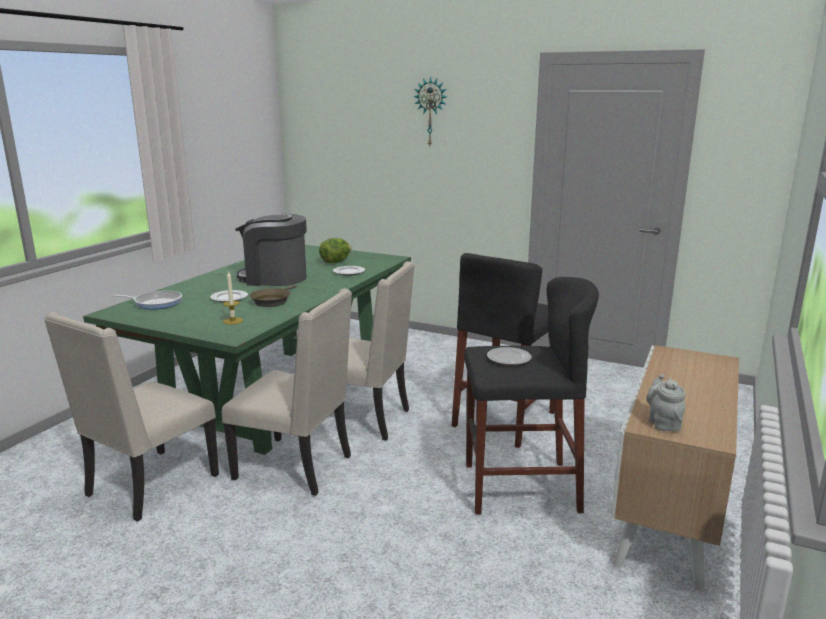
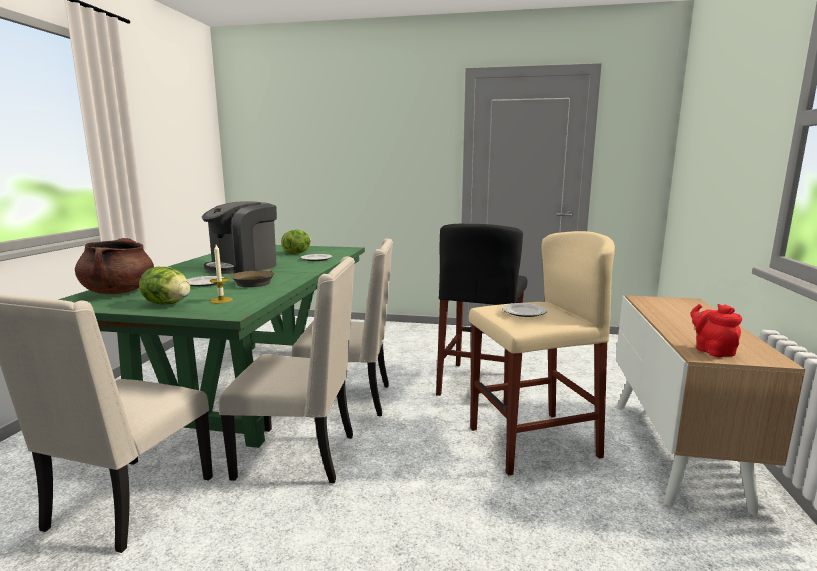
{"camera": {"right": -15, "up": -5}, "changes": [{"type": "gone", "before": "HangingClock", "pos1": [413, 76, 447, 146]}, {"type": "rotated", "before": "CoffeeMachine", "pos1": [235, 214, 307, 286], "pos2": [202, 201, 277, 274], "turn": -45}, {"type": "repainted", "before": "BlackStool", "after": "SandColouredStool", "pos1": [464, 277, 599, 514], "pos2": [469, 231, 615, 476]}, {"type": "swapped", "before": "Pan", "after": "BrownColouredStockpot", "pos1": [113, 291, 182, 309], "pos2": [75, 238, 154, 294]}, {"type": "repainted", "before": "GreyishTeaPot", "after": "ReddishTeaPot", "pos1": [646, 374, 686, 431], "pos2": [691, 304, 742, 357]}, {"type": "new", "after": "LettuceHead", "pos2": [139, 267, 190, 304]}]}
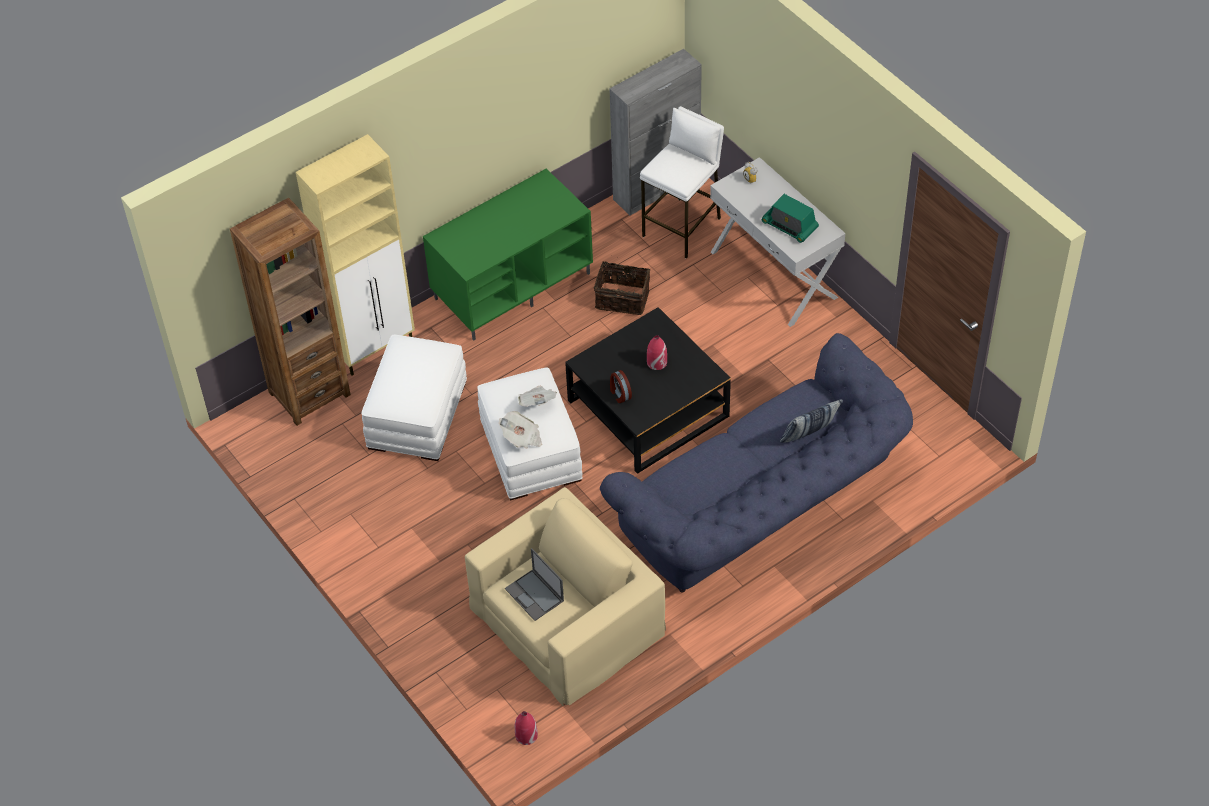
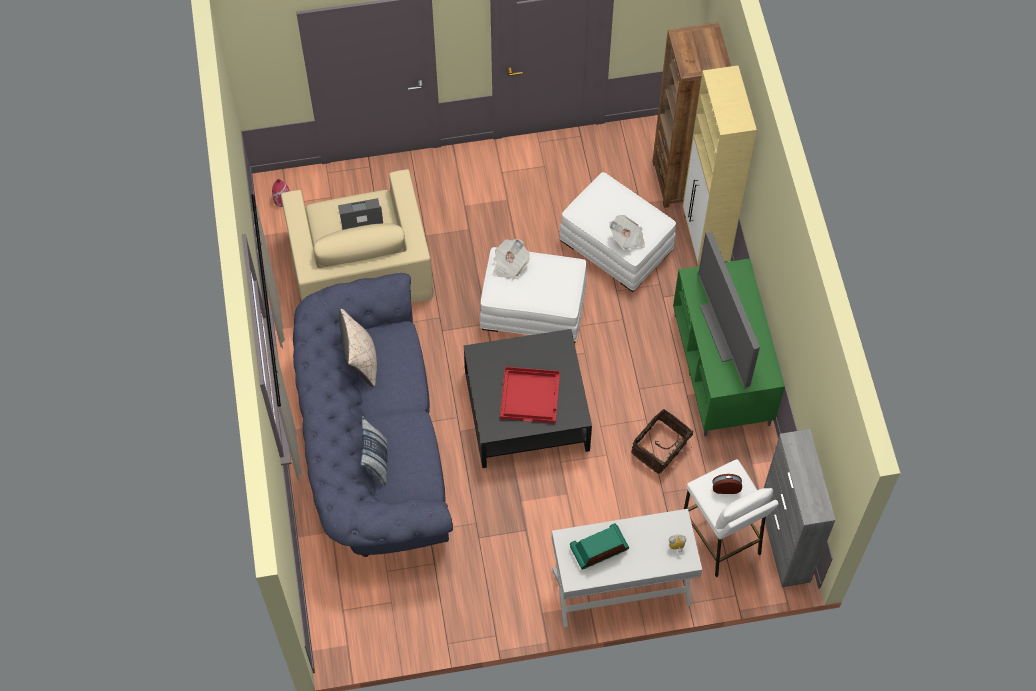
{"camera": {"right": 115, "up": 10}, "changes": [{"type": "swapped", "before": "ReddishVase", "after": "ReddishCarryingTray", "pos1": [647, 335, 667, 370], "pos2": [500, 367, 560, 423]}, {"type": "shifted", "before": "TableClock", "pos1": [610, 370, 632, 403], "pos2": [713, 474, 742, 494]}, {"type": "shifted", "before": "DailyPaper", "pos1": [518, 386, 557, 407], "pos2": [609, 215, 645, 249]}, {"type": "new", "after": "Tv", "pos2": [698, 232, 760, 389]}, {"type": "new", "after": "SandColouredThrowPillow", "pos2": [339, 309, 377, 387]}]}
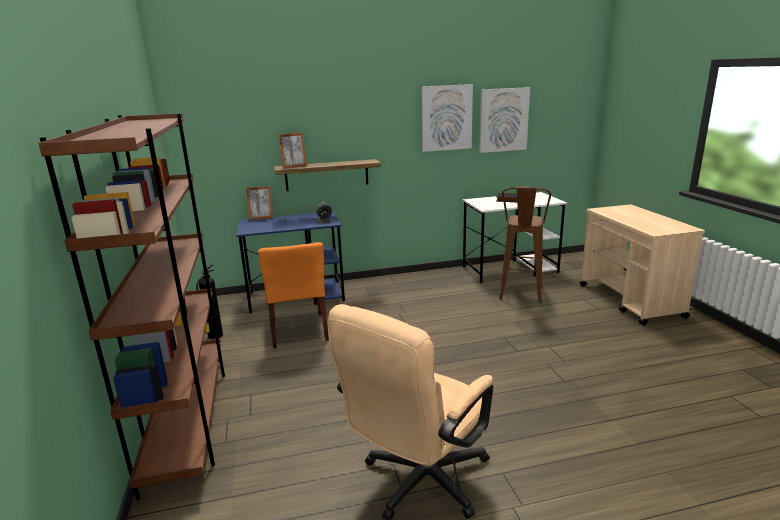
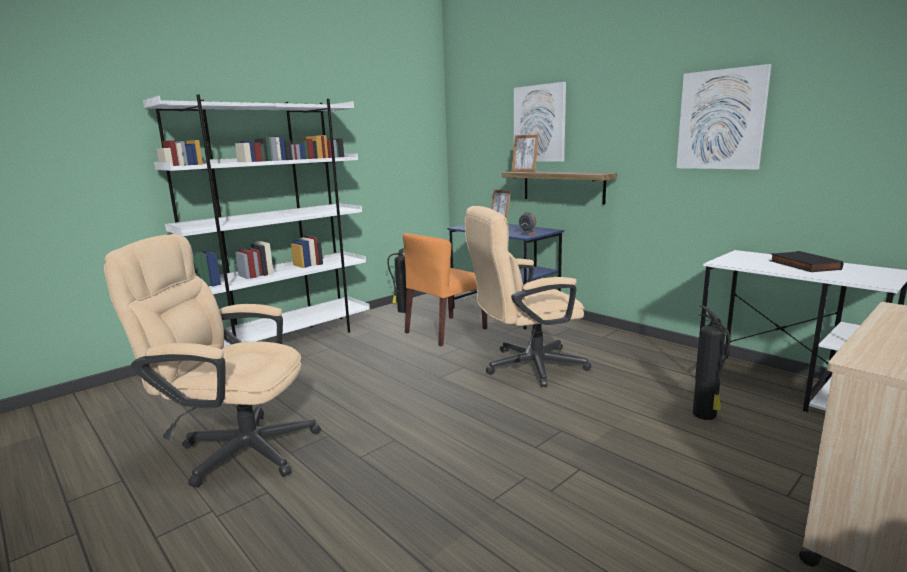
{"camera": {"right": 60, "up": -5}, "changes": [{"type": "shifted", "before": "WallPicture", "pos1": [479, 87, 530, 153], "pos2": [514, 82, 566, 162]}, {"type": "repainted", "before": "BrownColouredBookcase", "after": "WhiteBookcase", "pos1": [38, 113, 225, 500], "pos2": [143, 94, 370, 349]}, {"type": "swapped", "before": "BrownColouredStool", "after": "FireFightingCylinder", "pos1": [499, 187, 551, 303], "pos2": [693, 306, 730, 420]}, {"type": "new", "after": "SandColouredOfficeChair", "pos2": [465, 206, 591, 387]}]}
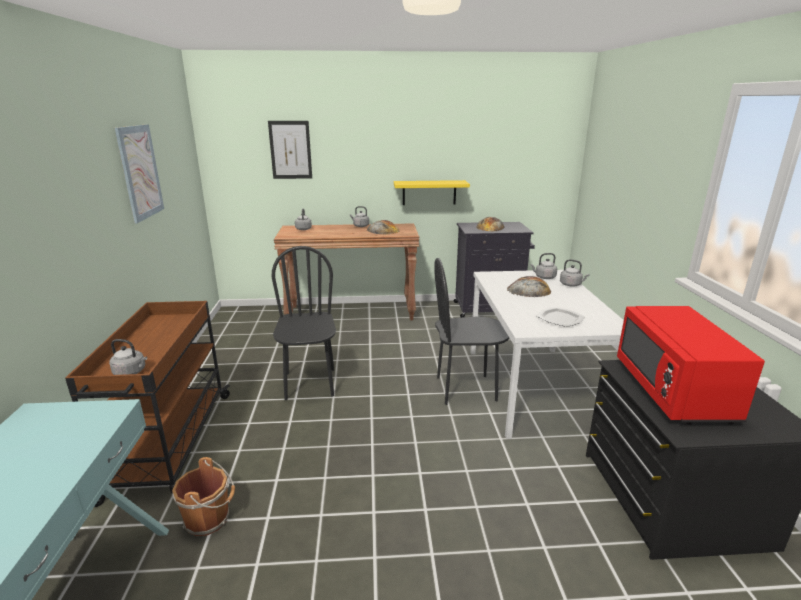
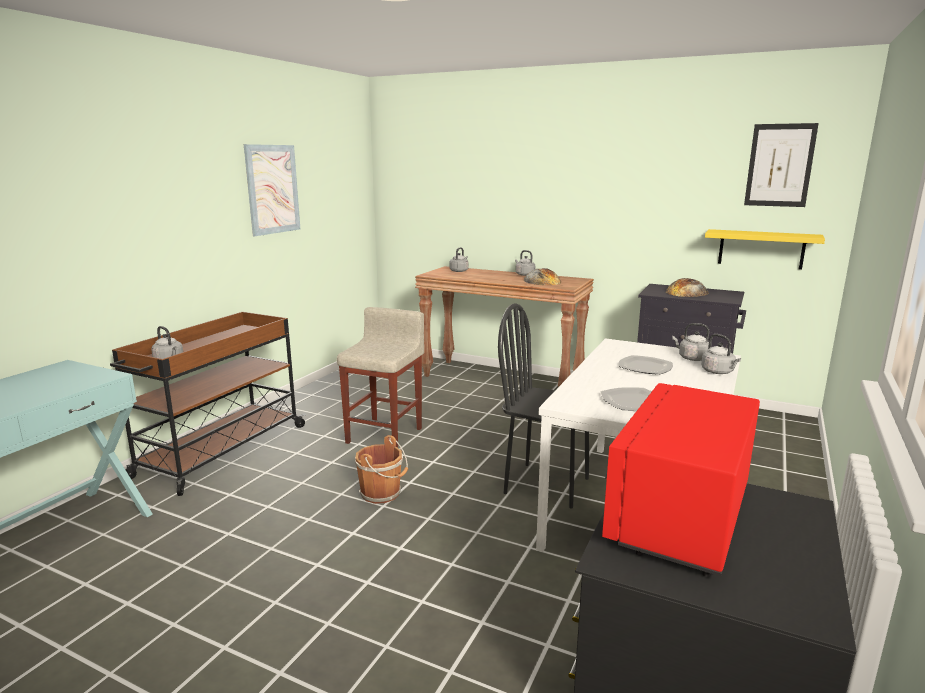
{"camera": {"right": 30, "up": -5}, "changes": [{"type": "shifted", "before": "WallPicture", "pos1": [268, 121, 312, 179], "pos2": [744, 123, 819, 207]}, {"type": "shifted", "before": "YellowWallShelf", "pos1": [394, 180, 470, 205], "pos2": [705, 229, 825, 269]}, {"type": "swapped", "before": "BlackUprightChair", "after": "SandColouredStool", "pos1": [272, 246, 336, 400], "pos2": [337, 307, 424, 448]}, {"type": "swapped", "before": "BakedBread", "after": "DinnerPlate", "pos1": [507, 276, 551, 297], "pos2": [618, 355, 673, 374]}, {"type": "shifted", "before": "BrownColouredWaterBucket", "pos1": [172, 457, 235, 536], "pos2": [355, 435, 408, 504]}]}
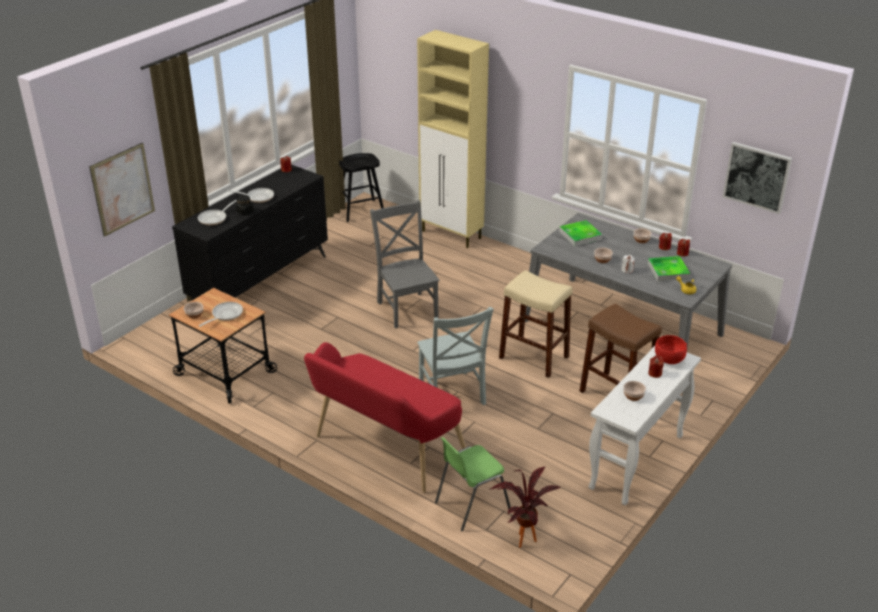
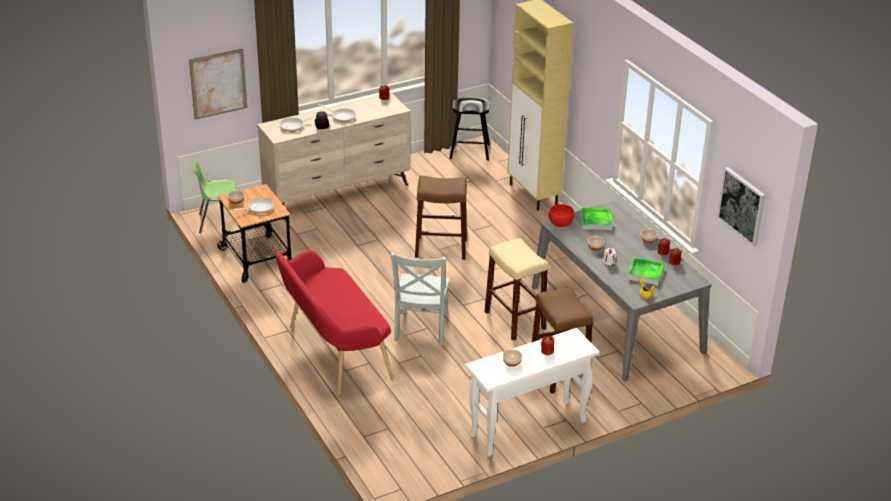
{"camera": {"right": 25, "up": 0}, "changes": [{"type": "repainted", "before": "BlackChestOfDrawers", "after": "SandColouredChestOfDrawers", "pos1": [172, 164, 328, 301], "pos2": [257, 93, 411, 206]}, {"type": "swapped", "before": "GreyishUprightChair", "after": "BrownColouredStool", "pos1": [370, 200, 440, 329], "pos2": [415, 175, 467, 260]}, {"type": "shifted", "before": "ReddishServingBowl", "pos1": [655, 335, 687, 364], "pos2": [549, 204, 575, 227]}, {"type": "shifted", "before": "GreenColouredUprightChair", "pos1": [435, 437, 511, 531], "pos2": [194, 161, 236, 233]}, {"type": "gone", "before": "PottedPlant", "pos1": [490, 467, 561, 548]}]}
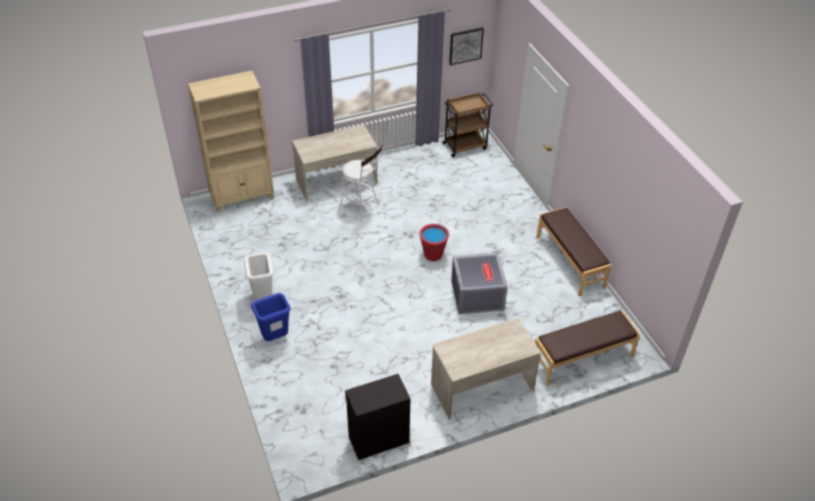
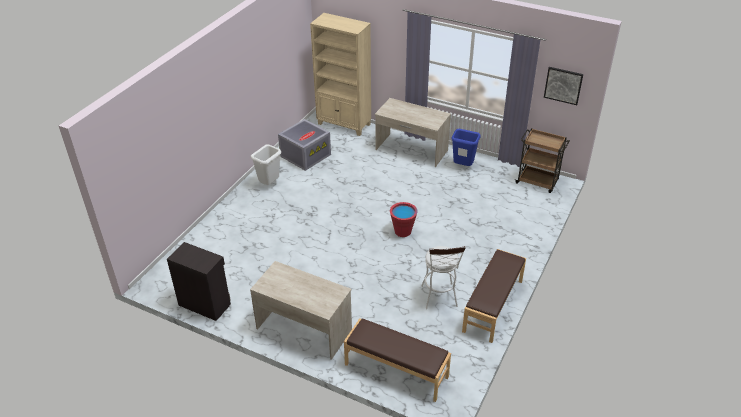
{"camera": {"right": 50, "up": -5}, "changes": [{"type": "shifted", "before": "WhiteStool", "pos1": [338, 145, 383, 222], "pos2": [421, 246, 466, 309]}, {"type": "shifted", "before": "GreyishStorageBin", "pos1": [451, 253, 508, 314], "pos2": [278, 119, 331, 171]}, {"type": "shifted", "before": "BlueWasteBin", "pos1": [251, 293, 290, 341], "pos2": [451, 129, 481, 166]}]}
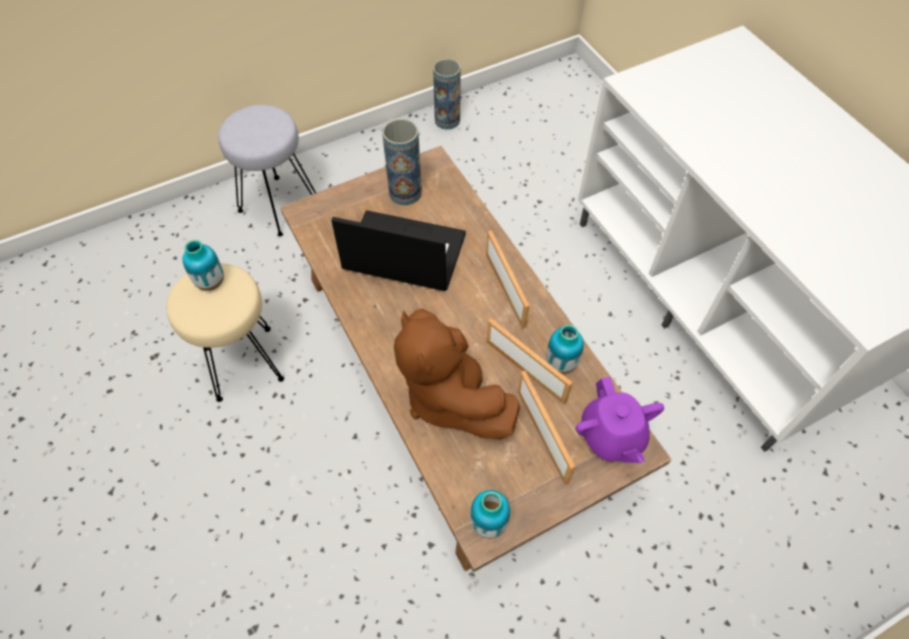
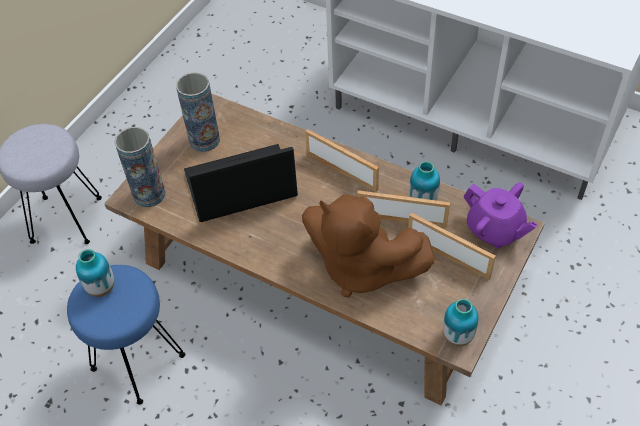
{"camera": {"right": -30, "up": -5}, "changes": [{"type": "shifted", "before": "Vase", "pos1": [433, 59, 461, 130], "pos2": [114, 127, 166, 207]}, {"type": "repainted", "before": "SandColouredStool", "after": "BlueStool", "pos1": [166, 263, 284, 402], "pos2": [67, 265, 185, 405]}]}
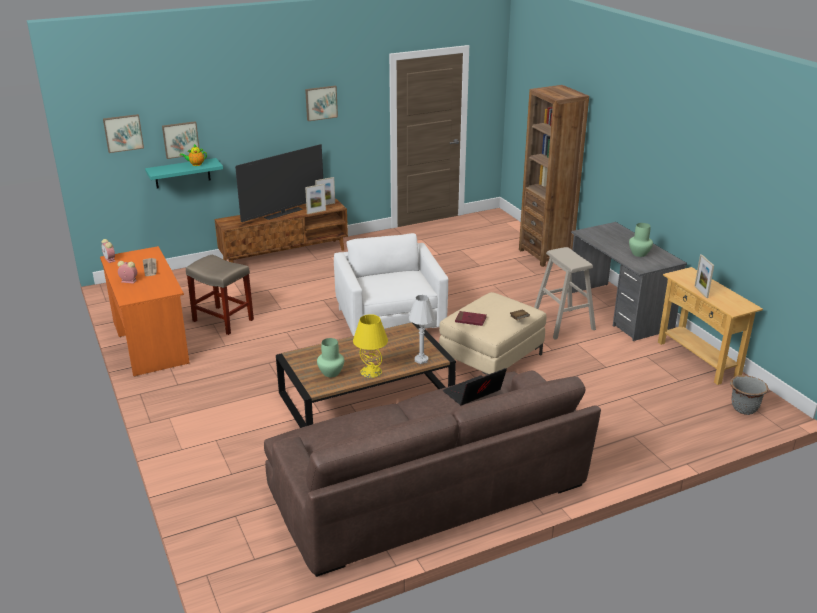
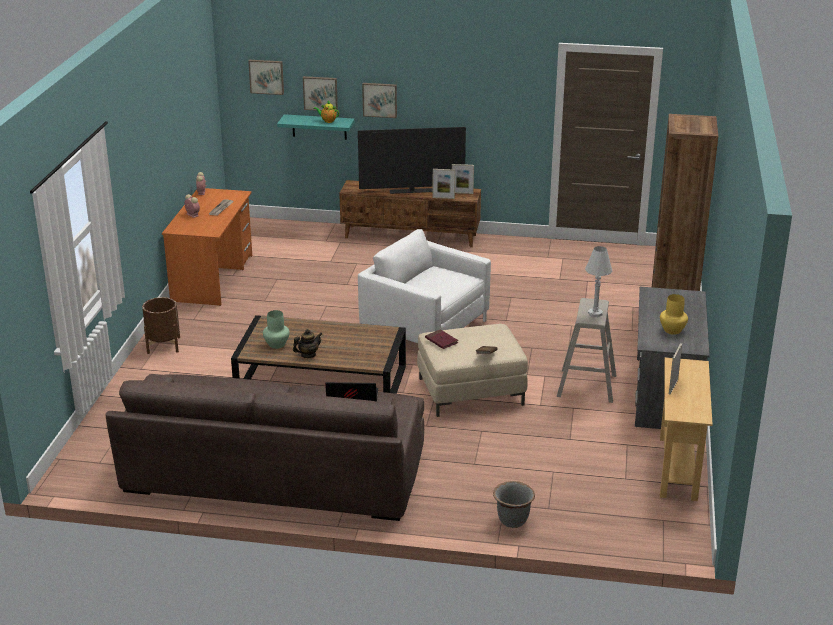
{"camera": {"right": 35, "up": 0}, "changes": [{"type": "shifted", "before": "WallPicture", "pos1": [305, 86, 338, 121], "pos2": [362, 83, 397, 118]}, {"type": "repainted", "before": "GreenColouredVase", "after": "YellowVase", "pos1": [629, 223, 653, 257], "pos2": [660, 294, 688, 335]}, {"type": "rotated", "before": "WhiteArmchair", "pos1": [334, 233, 448, 336], "pos2": [358, 229, 491, 343], "turn": -75}, {"type": "gone", "before": "SandColouredStool", "pos1": [186, 254, 254, 335]}, {"type": "shifted", "before": "WhiteTableLamp", "pos1": [409, 295, 435, 364], "pos2": [585, 246, 612, 317]}, {"type": "swapped", "before": "YellowTableLamp", "after": "TeaPot", "pos1": [353, 314, 388, 378], "pos2": [293, 329, 322, 358]}, {"type": "shifted", "before": "GreyishPlantPot", "pos1": [730, 375, 768, 415], "pos2": [493, 481, 535, 528]}, {"type": "new", "after": "BrownColouredPlantPot", "pos2": [142, 297, 180, 354]}]}
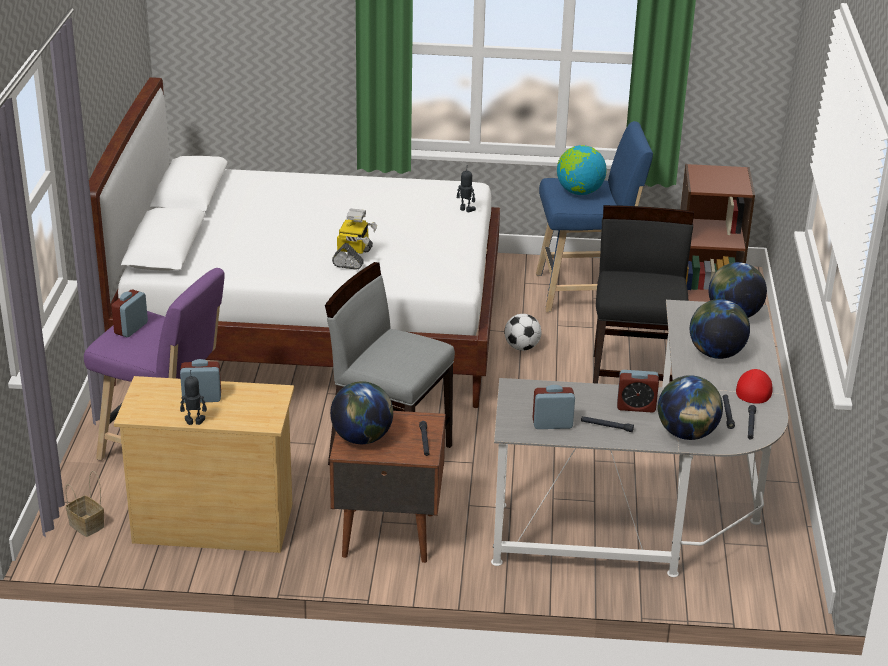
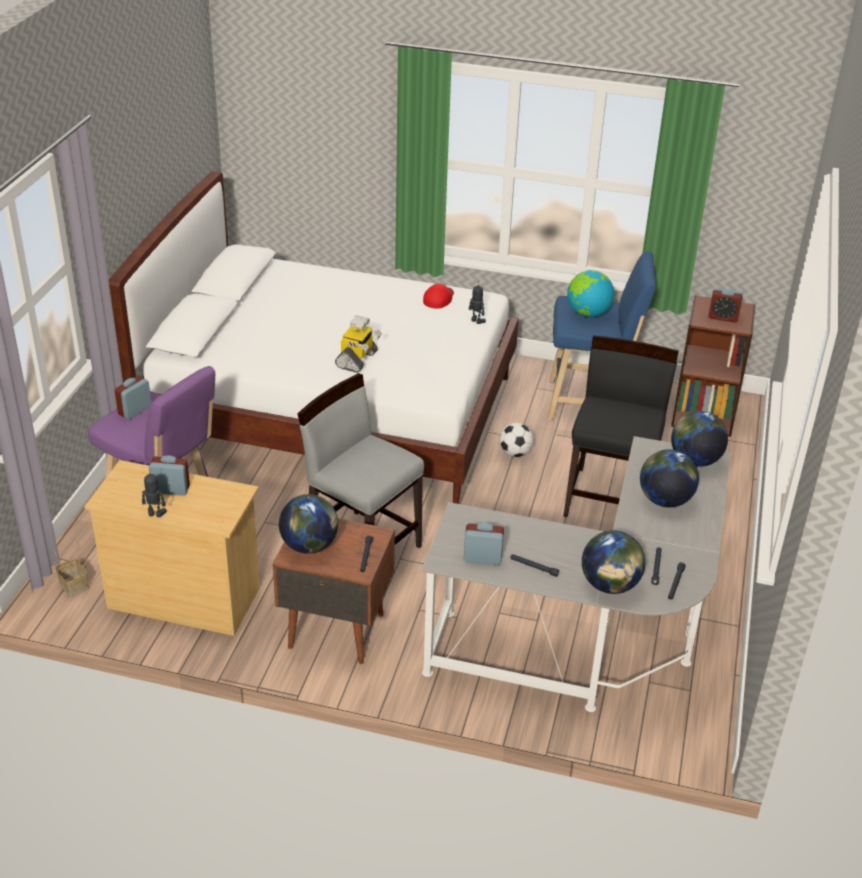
{"camera": {"right": 10, "up": 5}, "changes": [{"type": "shifted", "before": "ReddishPeakedCap", "pos1": [736, 369, 772, 404], "pos2": [423, 284, 454, 308]}, {"type": "shifted", "before": "TableClock", "pos1": [617, 370, 659, 413], "pos2": [708, 288, 743, 323]}]}
